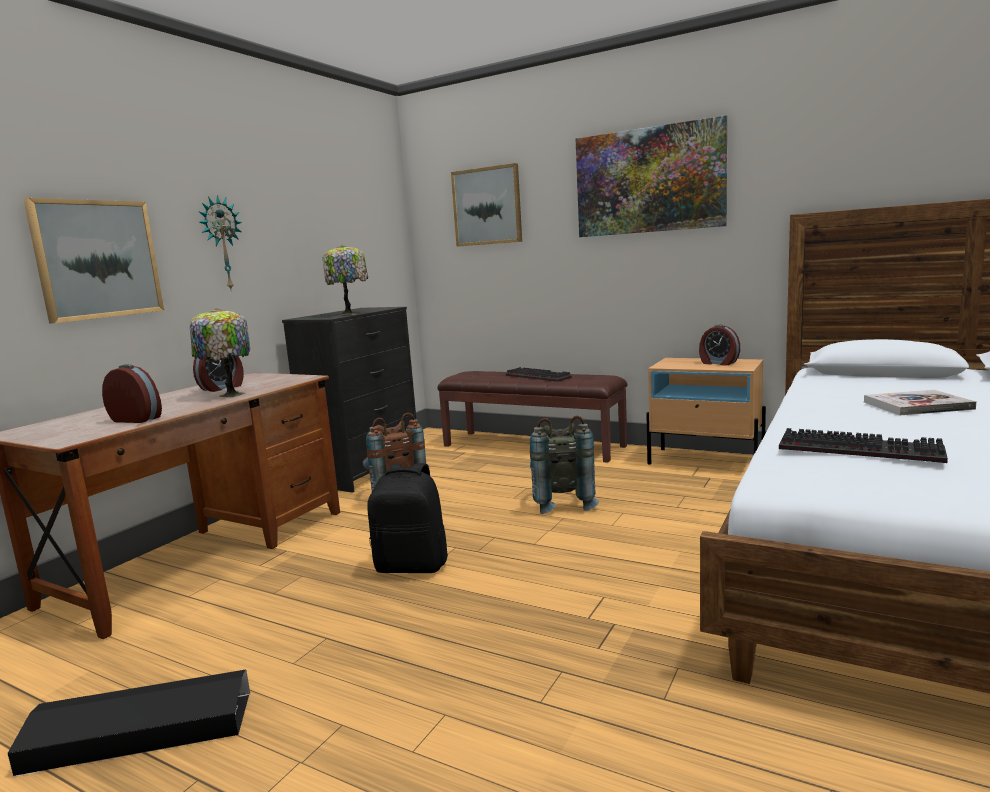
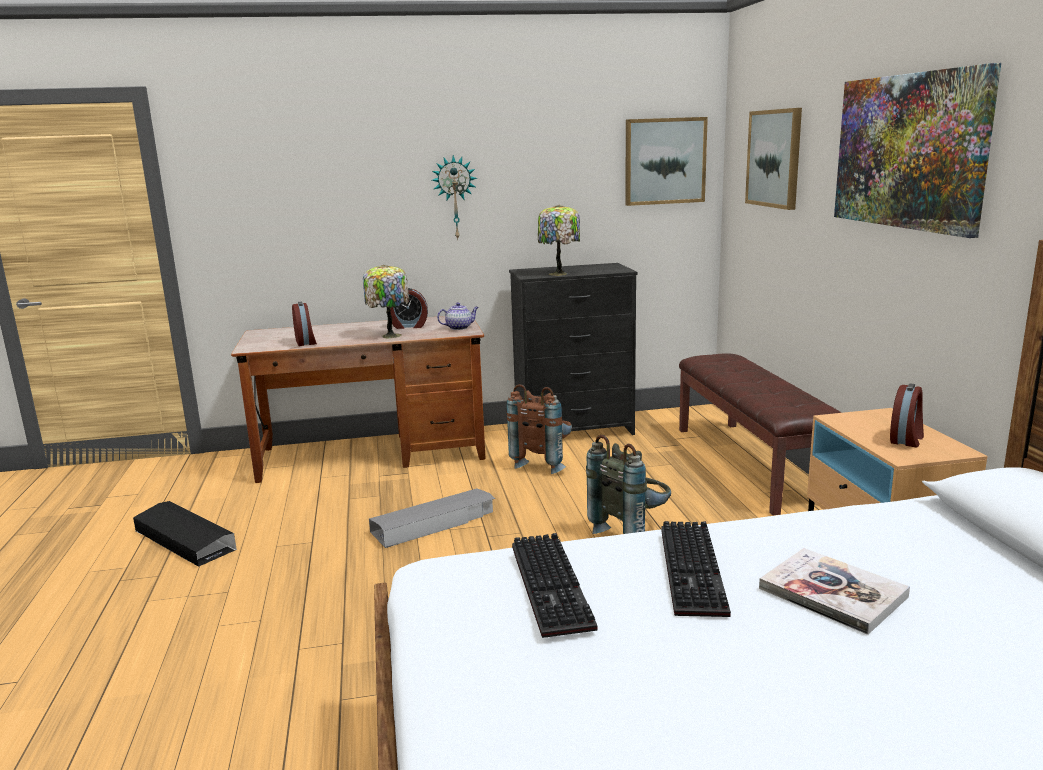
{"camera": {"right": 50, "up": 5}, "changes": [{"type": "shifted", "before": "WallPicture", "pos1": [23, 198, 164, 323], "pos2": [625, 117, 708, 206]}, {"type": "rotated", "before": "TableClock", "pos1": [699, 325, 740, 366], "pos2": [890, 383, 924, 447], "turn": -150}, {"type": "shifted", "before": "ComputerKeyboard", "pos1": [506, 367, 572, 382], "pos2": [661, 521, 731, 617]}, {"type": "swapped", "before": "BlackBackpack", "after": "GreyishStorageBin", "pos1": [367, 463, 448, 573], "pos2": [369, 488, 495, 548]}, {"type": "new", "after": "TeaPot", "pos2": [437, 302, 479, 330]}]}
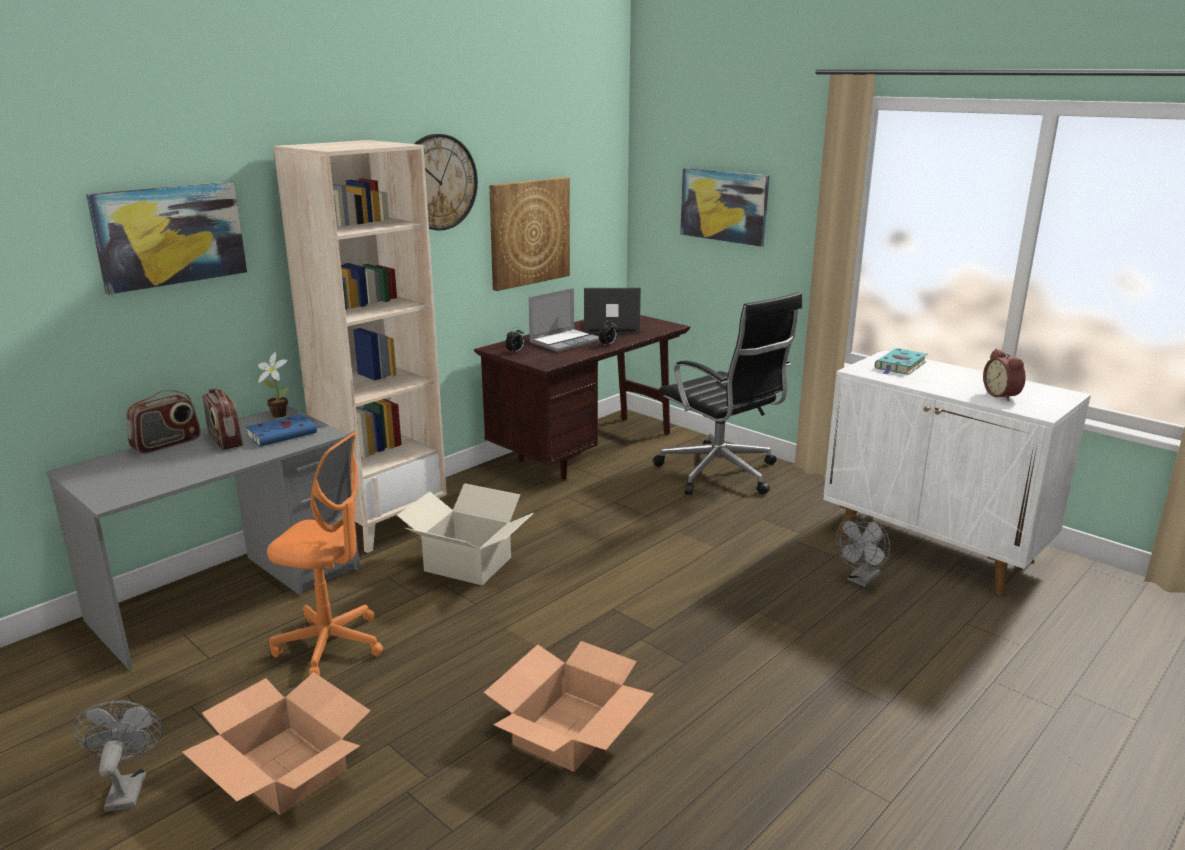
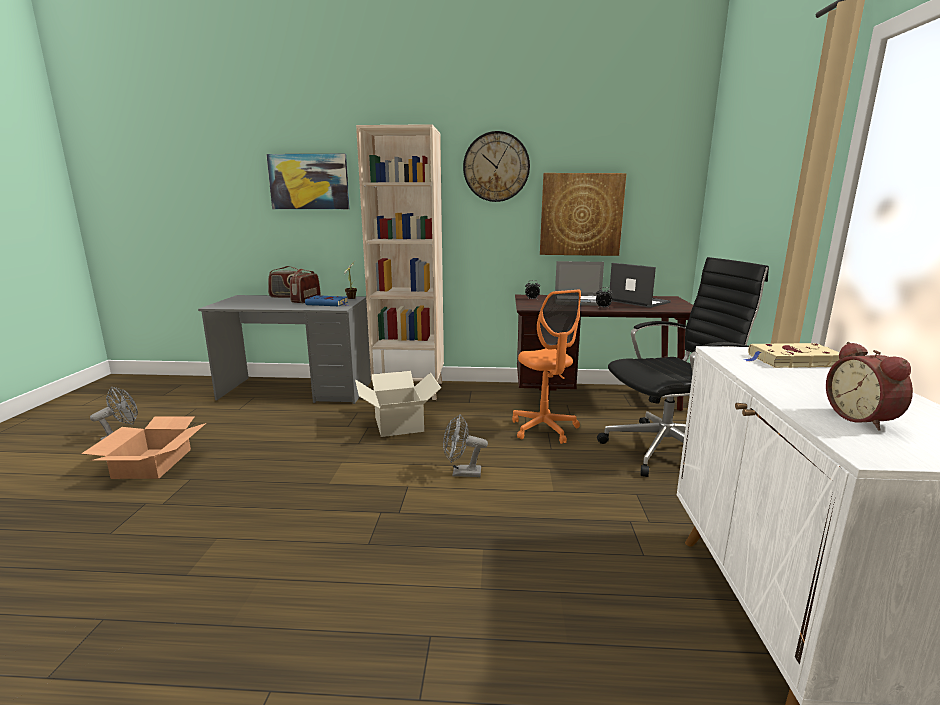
{"camera": {"right": 50, "up": -5}, "changes": [{"type": "gone", "before": "WallPicture", "pos1": [680, 168, 769, 247]}, {"type": "rotated", "before": "BlackOfficeChair", "pos1": [653, 292, 802, 495], "pos2": [597, 257, 769, 477], "turn": -120}, {"type": "repainted", "before": "BlueGreenBoundBook", "after": "SandColouredBoundBook", "pos1": [875, 348, 927, 375], "pos2": [743, 343, 840, 368]}, {"type": "rotated", "before": "TableClock", "pos1": [983, 349, 1026, 401], "pos2": [826, 342, 913, 431], "turn": -45}, {"type": "shifted", "before": "OrangeColouredOfficeChair", "pos1": [267, 431, 383, 676], "pos2": [512, 289, 581, 444]}, {"type": "shifted", "before": "GreyishCoolingFan", "pos1": [836, 514, 890, 587], "pos2": [443, 414, 488, 477]}, {"type": "gone", "before": "Carton", "pos1": [484, 641, 654, 772]}]}
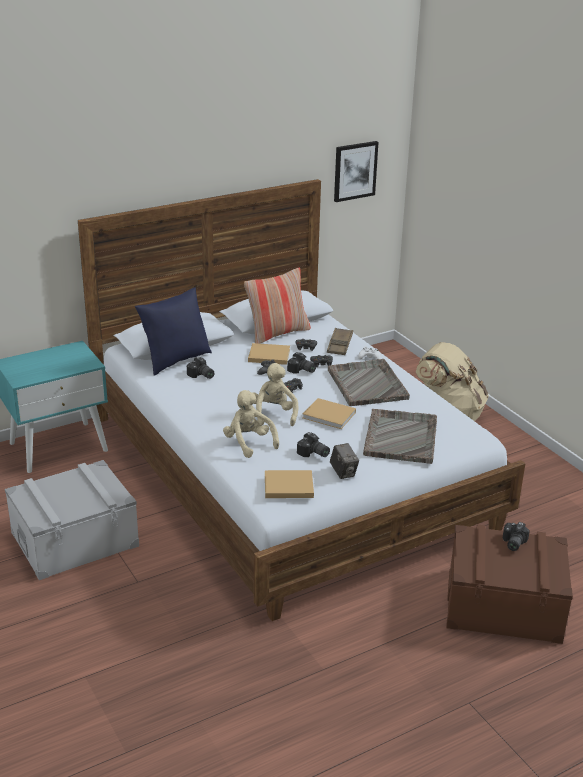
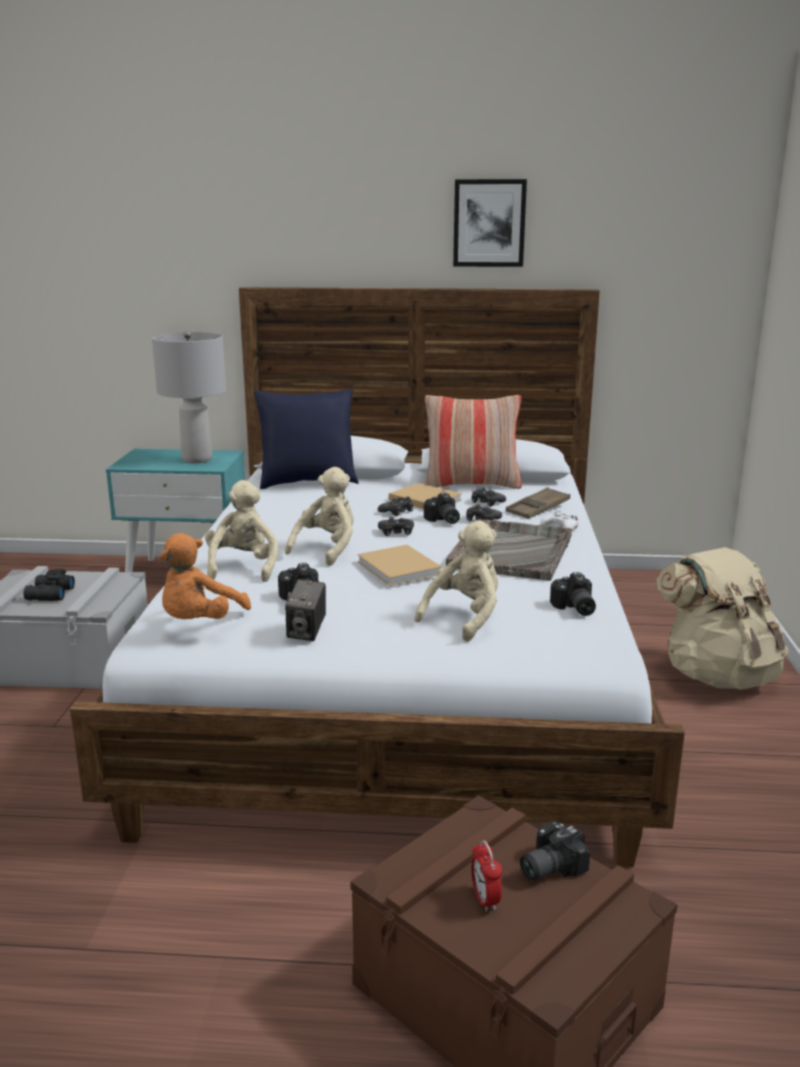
{"camera": {"right": 35, "up": -10}, "changes": [{"type": "shifted", "before": "WallPicture", "pos1": [334, 141, 378, 202], "pos2": [453, 179, 527, 267]}, {"type": "shifted", "before": "StillCamera", "pos1": [187, 356, 214, 379], "pos2": [550, 572, 596, 616]}, {"type": "swapped", "before": "GreyishCarryingTray", "after": "SandColouredCuddlyToy", "pos1": [363, 409, 437, 464], "pos2": [415, 521, 498, 642]}, {"type": "swapped", "before": "SandColouredBoundBook", "after": "OrangeColouredCuddlyToy", "pos1": [265, 470, 314, 498], "pos2": [160, 533, 251, 619]}, {"type": "new", "after": "GreyishTableLamp", "pos2": [152, 331, 226, 463]}, {"type": "new", "after": "BlackBinoculars", "pos2": [23, 569, 75, 601]}, {"type": "new", "after": "TableClock", "pos2": [471, 840, 502, 912]}]}
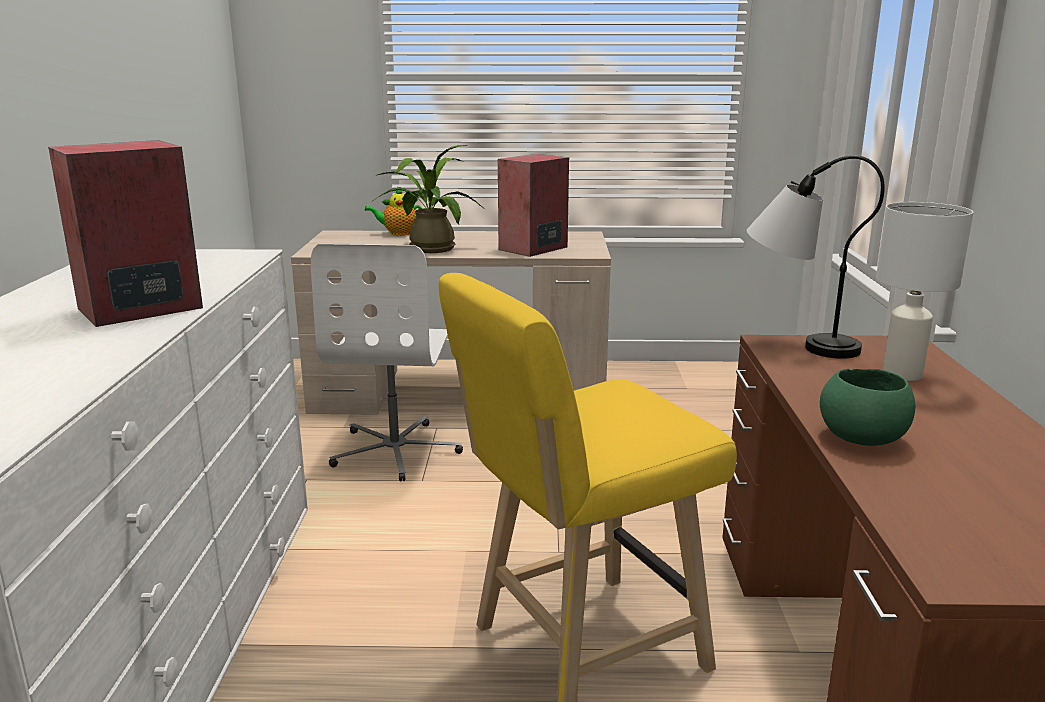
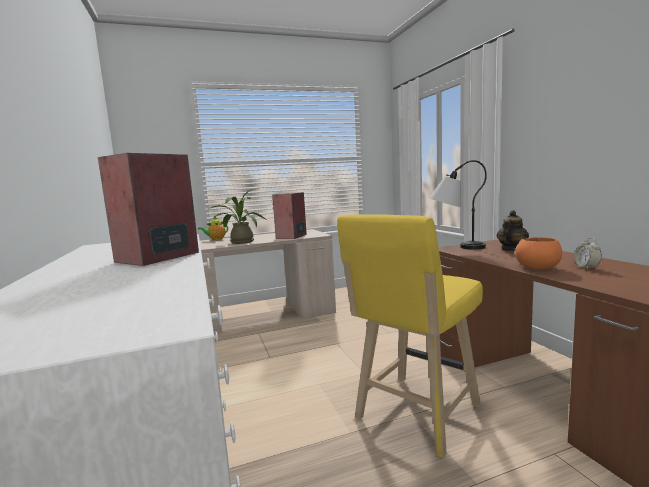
{"camera": {"right": -20, "up": -10}, "changes": [{"type": "swapped", "before": "WhiteTableLamp", "after": "TeaPot", "pos1": [876, 202, 974, 381], "pos2": [496, 210, 529, 251]}, {"type": "gone", "before": "WhiteOfficeChair", "pos1": [311, 244, 463, 482]}, {"type": "repainted", "before": "GreenColouredServingBowl", "after": "OrangeColouredServingBowl", "pos1": [820, 369, 915, 446], "pos2": [515, 237, 562, 270]}, {"type": "new", "after": "TableClock", "pos2": [574, 238, 602, 269]}]}
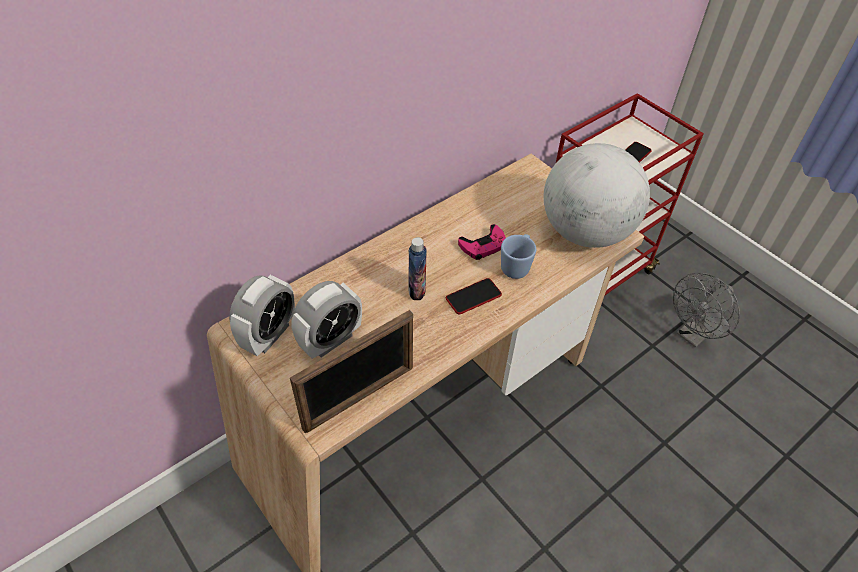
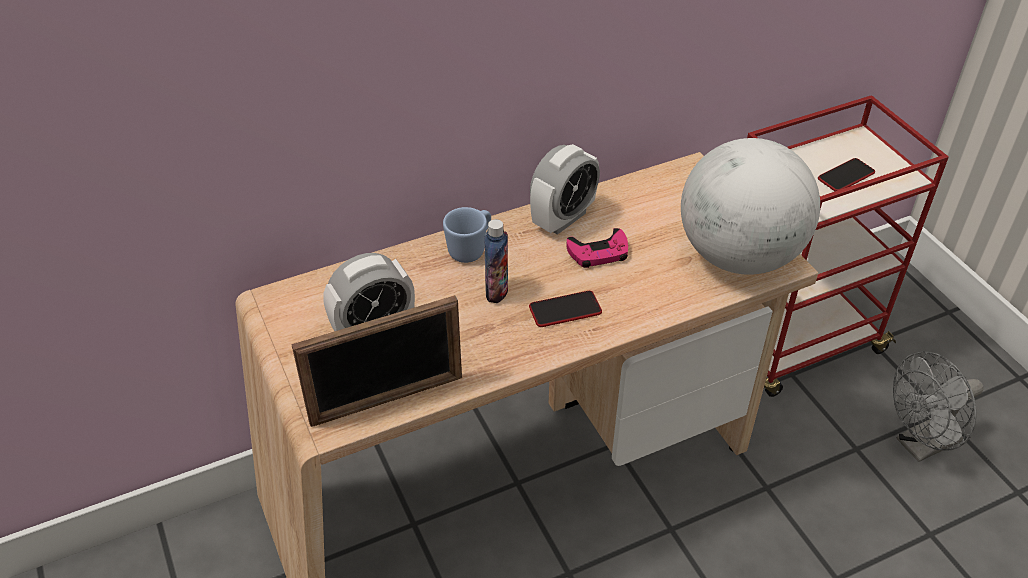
{"camera": {"right": 15, "up": -5}, "changes": [{"type": "shifted", "before": "BlueMug", "pos1": [501, 234, 536, 279], "pos2": [443, 207, 491, 263]}, {"type": "shifted", "before": "TableClock", "pos1": [229, 275, 295, 356], "pos2": [530, 144, 600, 235]}]}
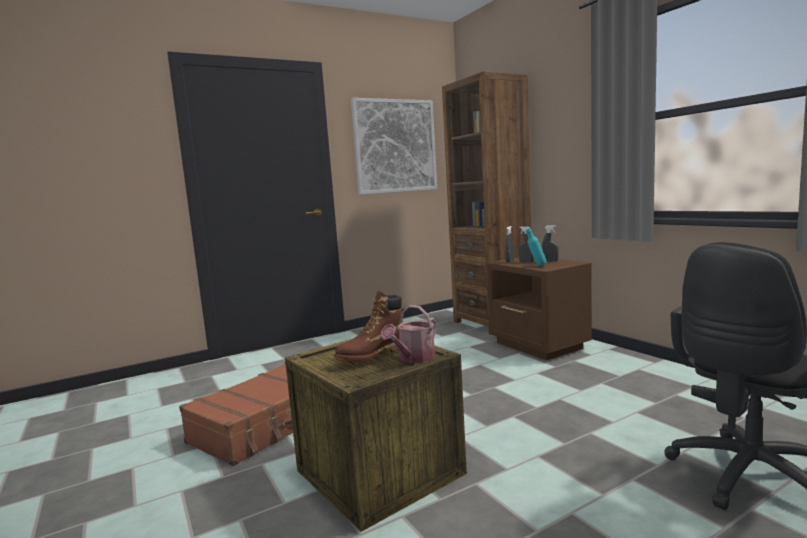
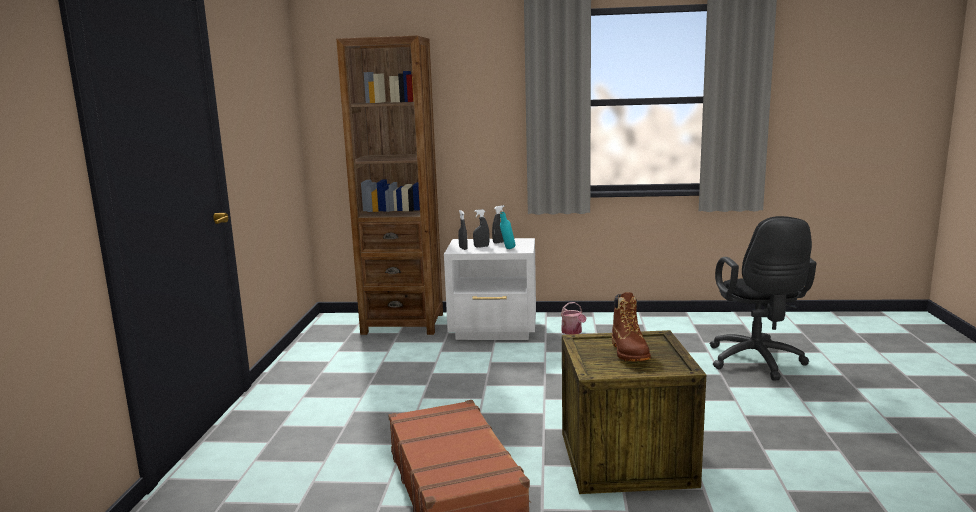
{"camera": {"right": -55, "up": 5}, "changes": [{"type": "gone", "before": "WallPicture", "pos1": [351, 98, 437, 195]}, {"type": "repainted", "before": "BrownColouredNightTable", "after": "WhiteNightTable", "pos1": [487, 257, 592, 360], "pos2": [444, 238, 536, 340]}, {"type": "shifted", "before": "WateringCan", "pos1": [381, 305, 437, 363], "pos2": [561, 302, 586, 335]}]}
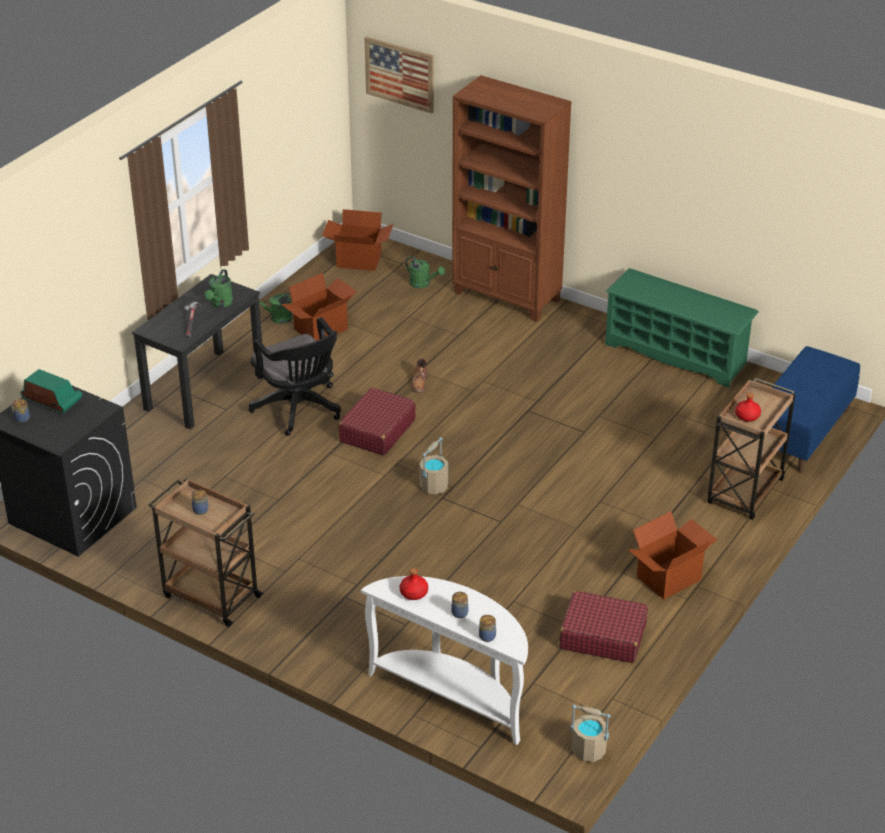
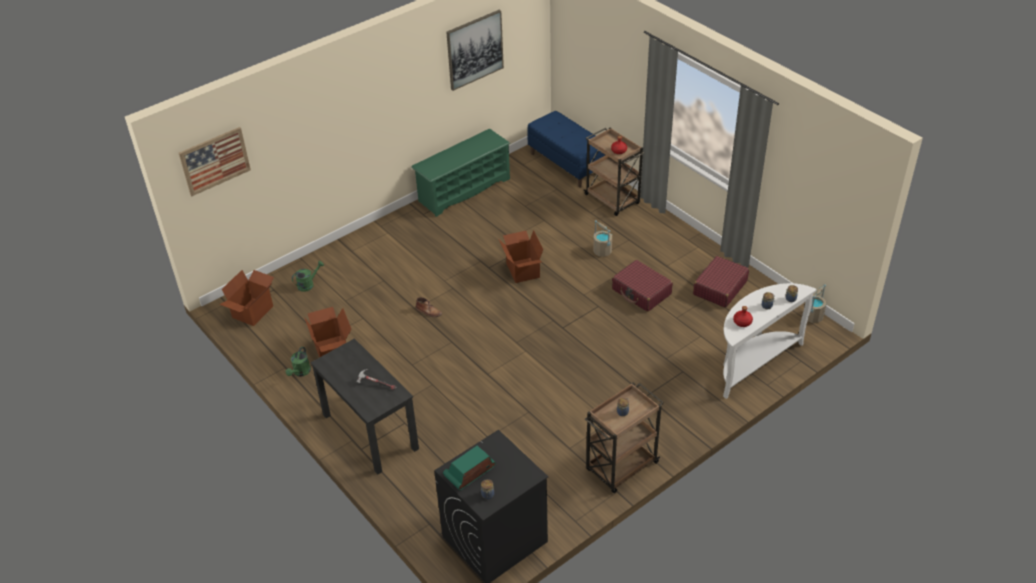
{"camera": {"right": -70, "up": 5}, "changes": [{"type": "gone", "before": "BrownColouredBookcase", "pos1": [452, 75, 572, 322]}, {"type": "gone", "before": "GreenColouredWateringCan", "pos1": [204, 269, 233, 308]}, {"type": "gone", "before": "BlackOfficeChair", "pos1": [249, 317, 341, 436]}, {"type": "shifted", "before": "ReddishSuitcase", "pos1": [338, 388, 416, 456], "pos2": [612, 260, 673, 312]}, {"type": "shifted", "before": "SandColouredWaterBucket", "pos1": [419, 437, 448, 494], "pos2": [593, 220, 612, 257]}, {"type": "shifted", "before": "Carton", "pos1": [628, 511, 718, 599], "pos2": [499, 230, 543, 283]}, {"type": "new", "after": "WallPicture", "pos2": [446, 10, 504, 91]}]}
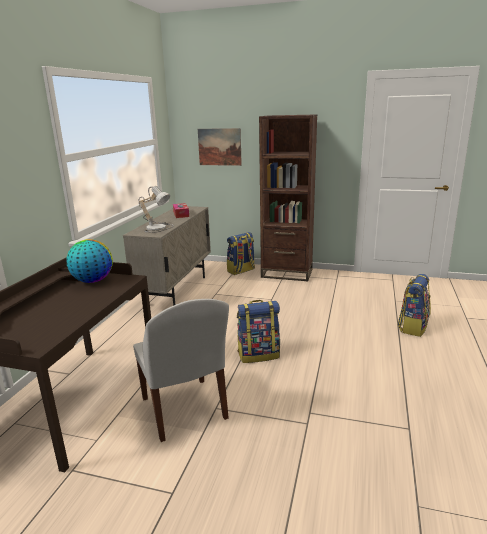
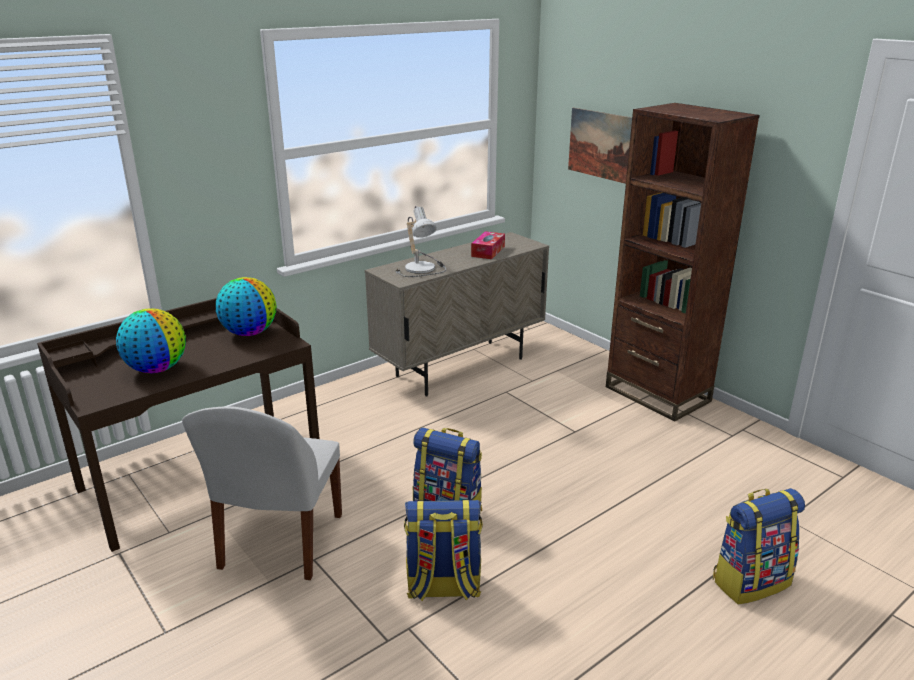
{"camera": {"right": 35, "up": 5}, "changes": [{"type": "shifted", "before": "Backpack", "pos1": [227, 232, 255, 275], "pos2": [404, 499, 483, 601]}, {"type": "new", "after": "Globe", "pos2": [116, 308, 186, 373]}]}
